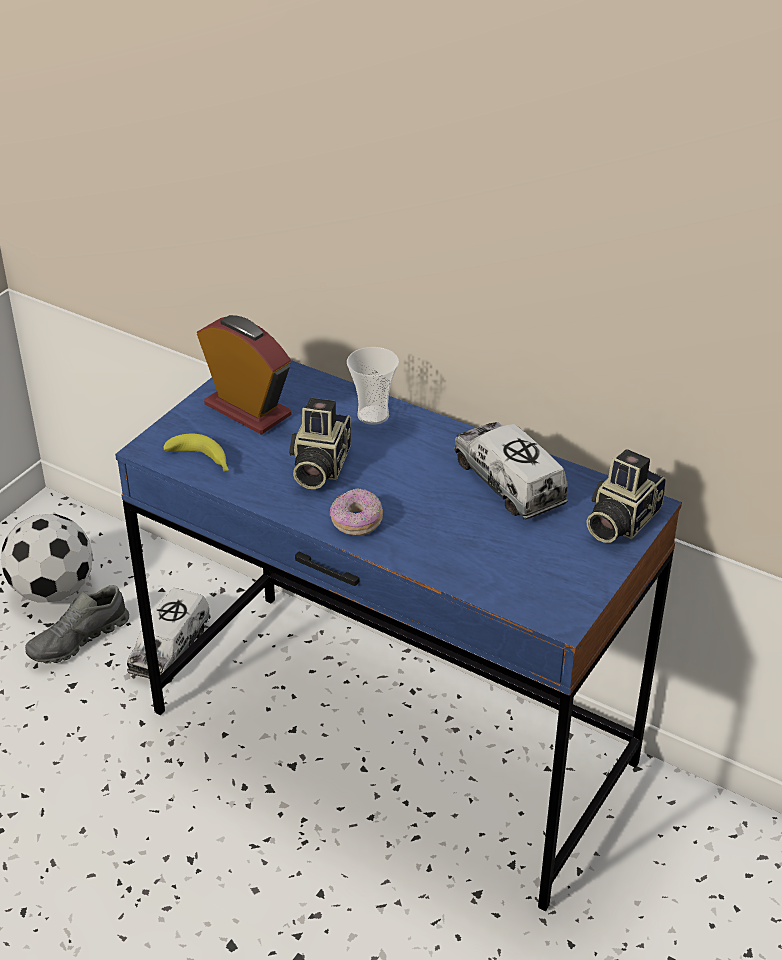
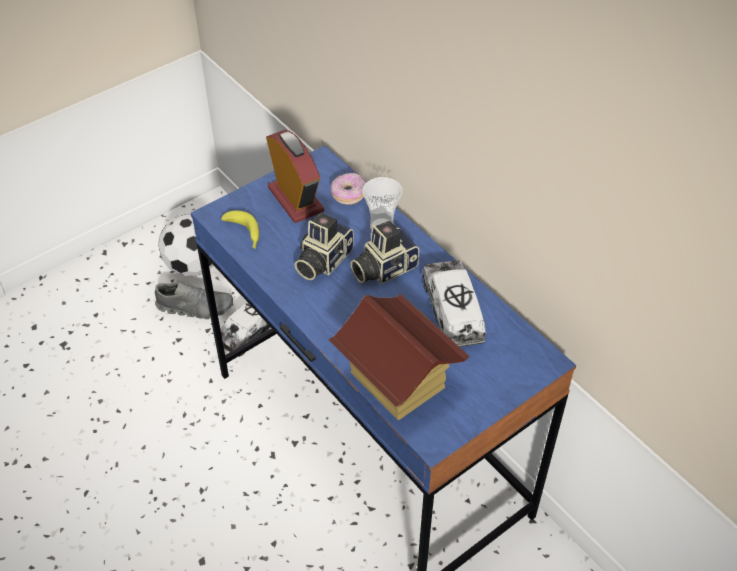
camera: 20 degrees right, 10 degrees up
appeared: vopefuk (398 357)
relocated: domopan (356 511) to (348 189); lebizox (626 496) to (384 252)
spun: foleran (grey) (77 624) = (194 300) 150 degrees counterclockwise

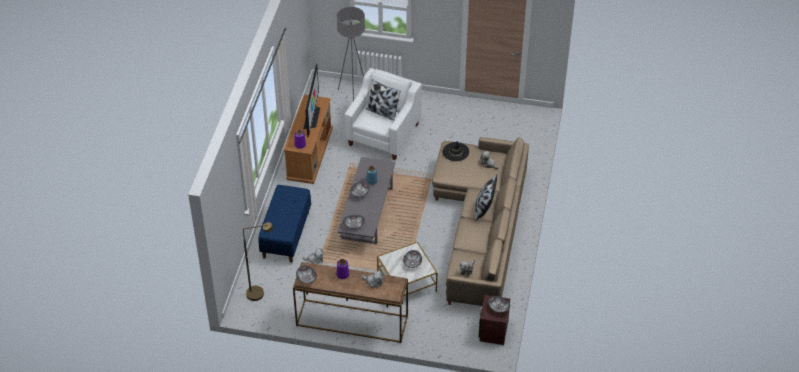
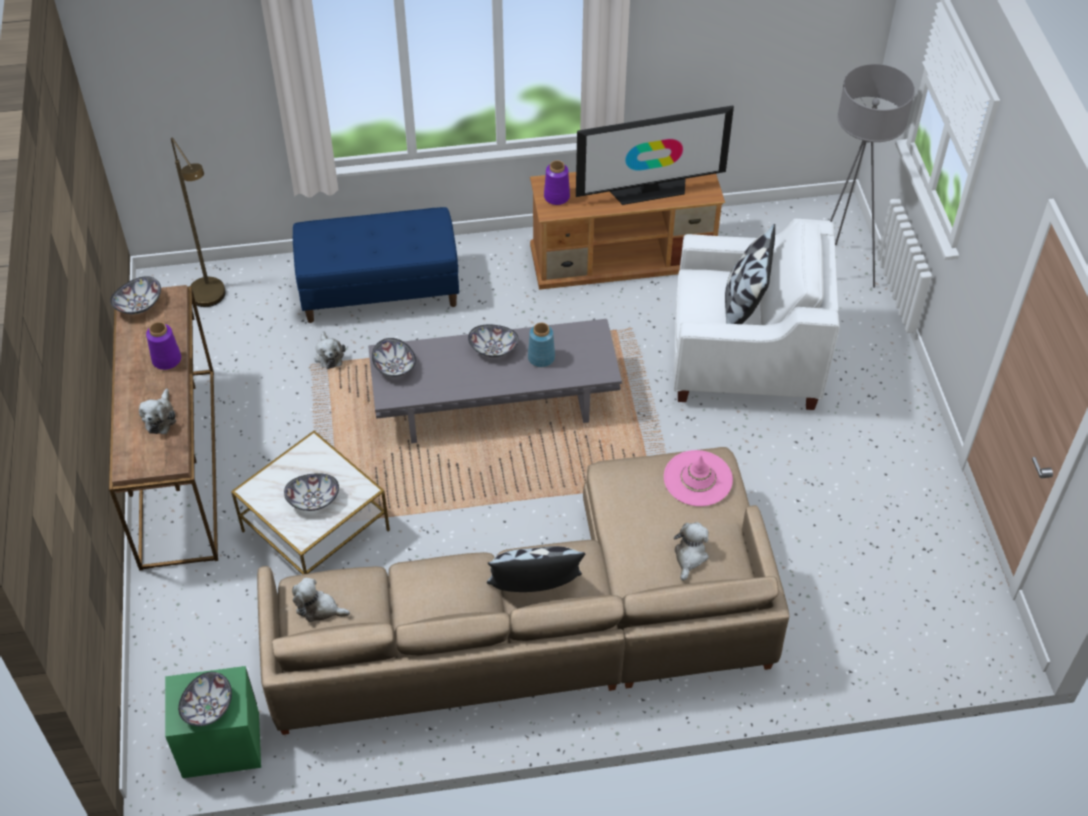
camera: 70 degrees right, 5 degrees up
colour: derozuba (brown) (494 320) to derozuba (green) (213 722); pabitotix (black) (456 151) to pabitotix (pink) (698 478)

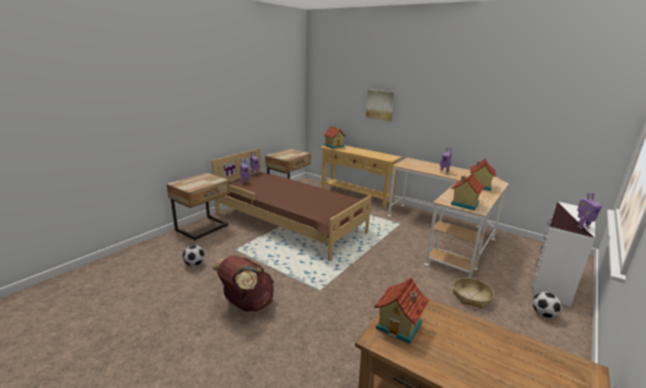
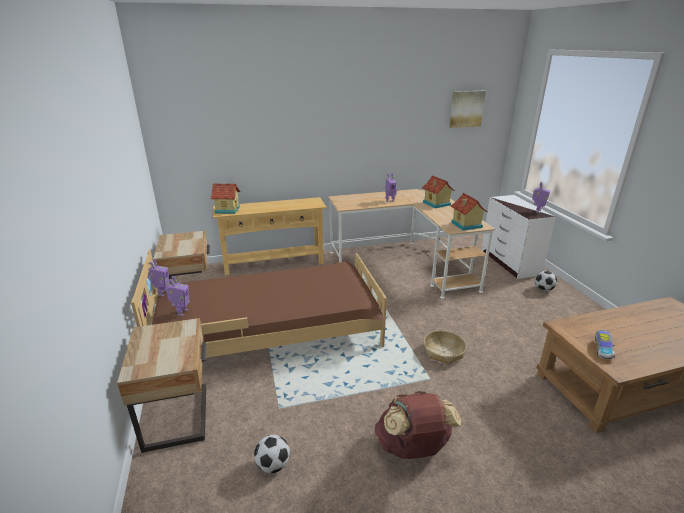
camera: 50 degrees left, 5 degrees up
relocated: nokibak (473 293) to (445 347); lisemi (380 105) to (467 109)
exchanged: vopefuk (401 310) to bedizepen (605 344)

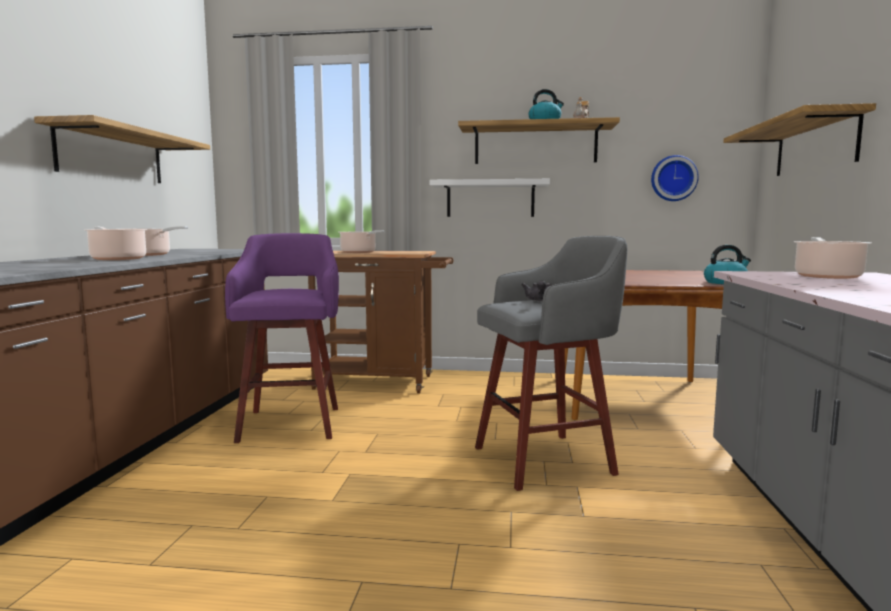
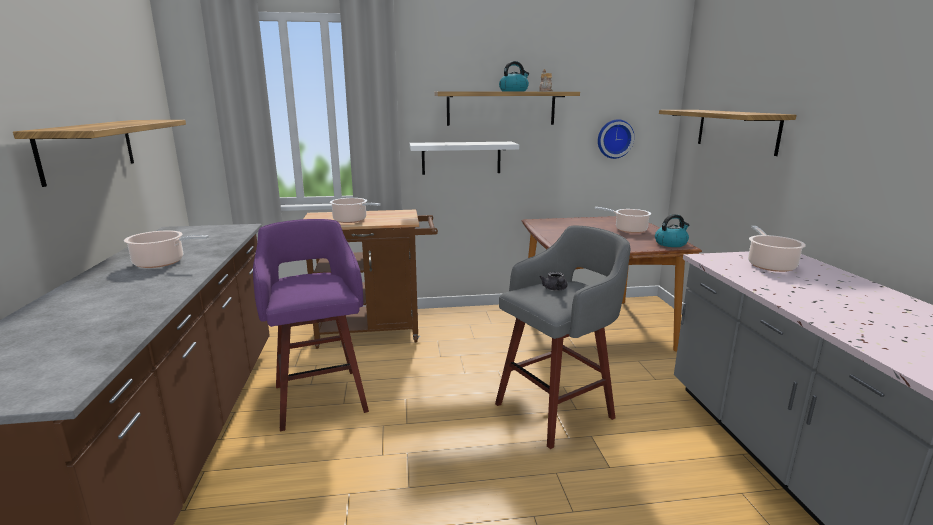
camera: 15 degrees left, 10 degrees up
relocated: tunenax (116 243) to (623 220)

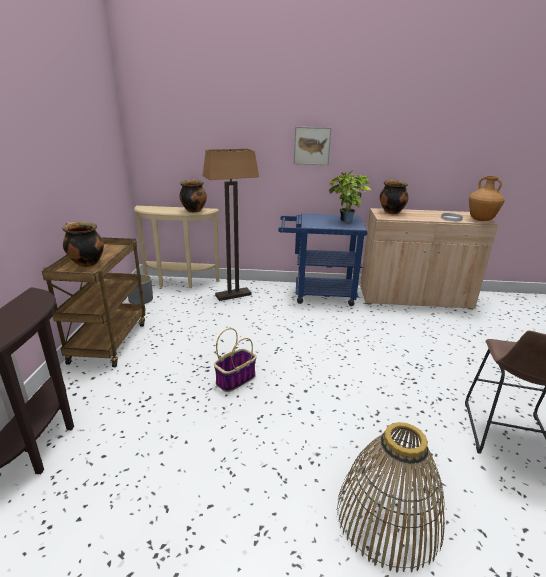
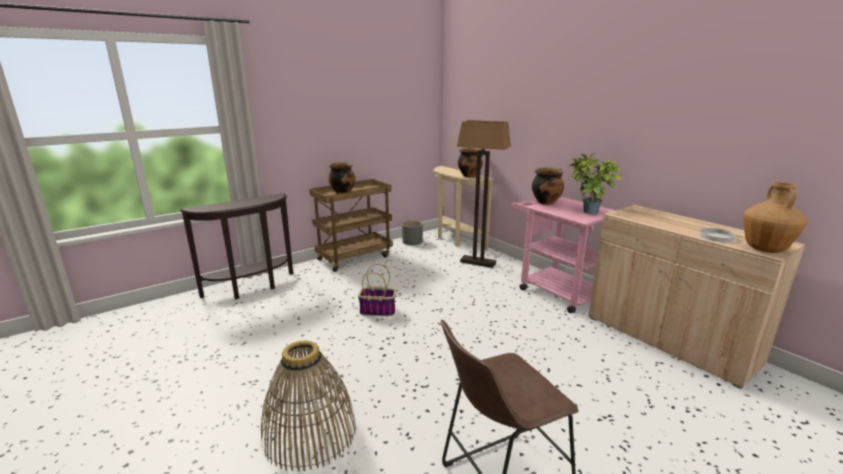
camera: 50 degrees right, 5 degrees down
missing: lisemi (313 146)
relocated: tunenax (394 197) to (548 186)
colour: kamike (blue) (322 260) to kamike (pink) (563 255)

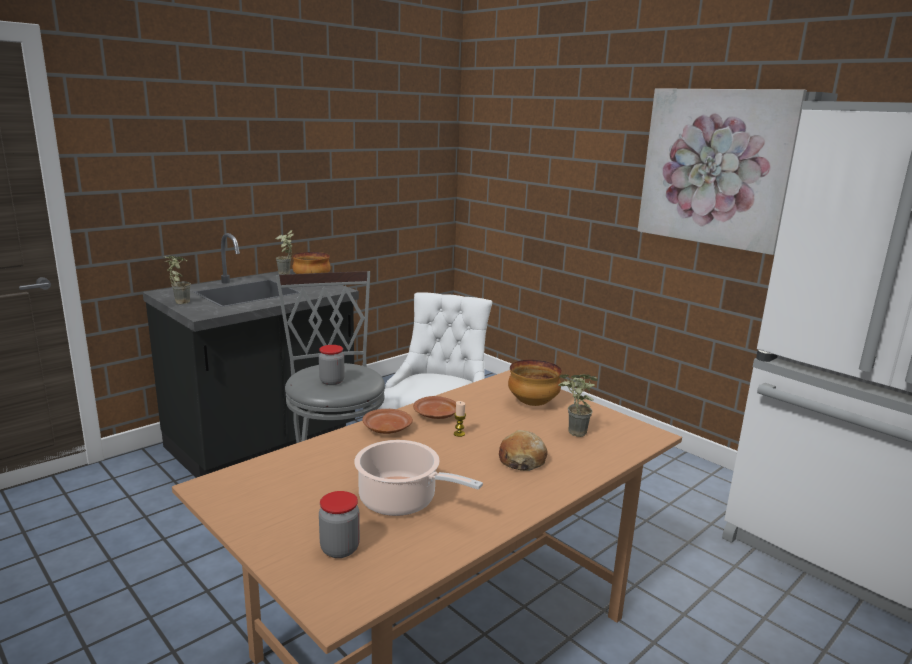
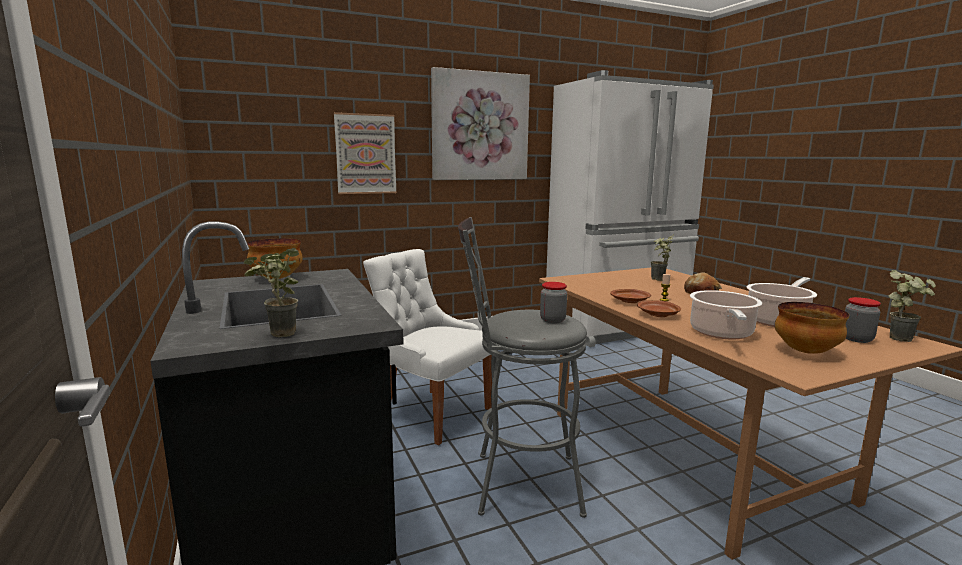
camera: 70 degrees left, 5 degrees down
appeared: lisemi (365 153); tunenax (726 315)
relocated: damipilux (535 383) to (812 328); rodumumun (285 252) to (912 306)

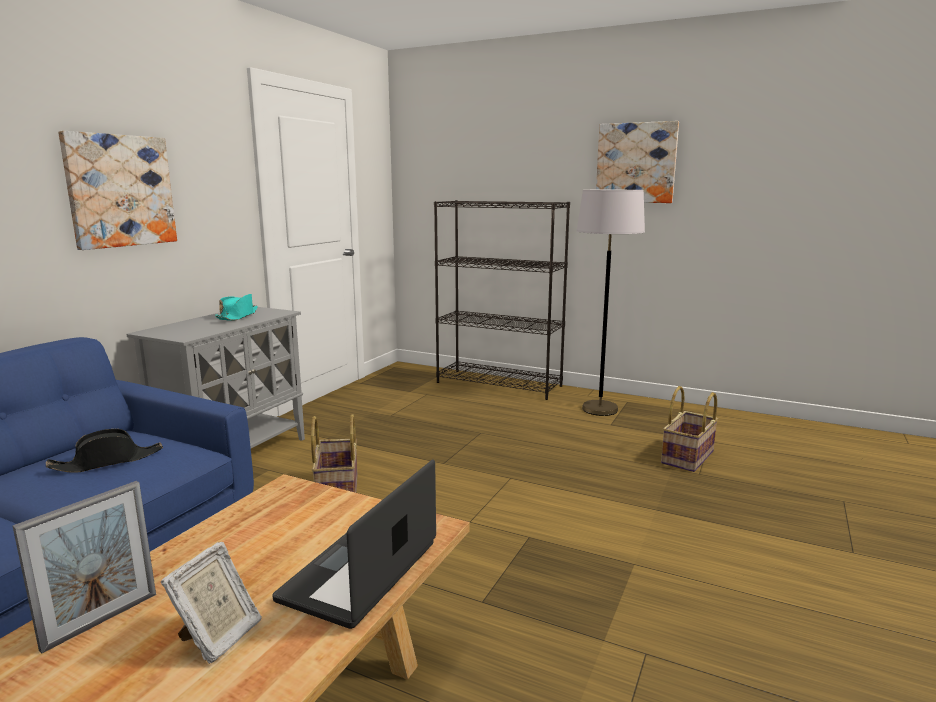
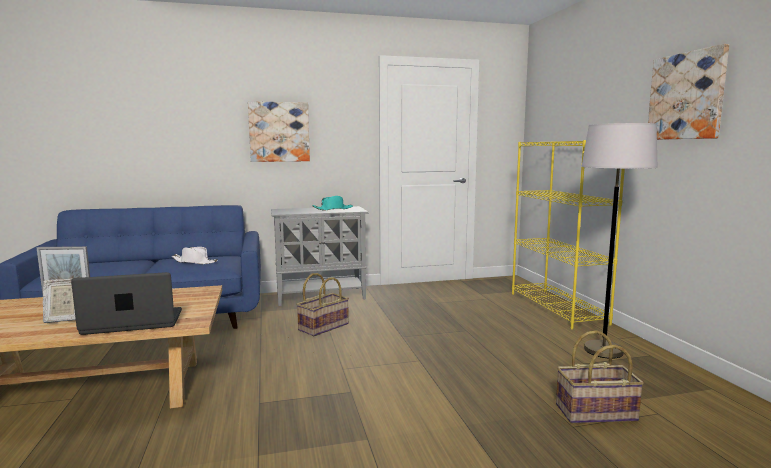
camera: 50 degrees right, 5 degrees down
colour: pabitotix (black) (104 451) to pabitotix (white) (195 255); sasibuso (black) (502 300) to sasibuso (yellow) (568 234)

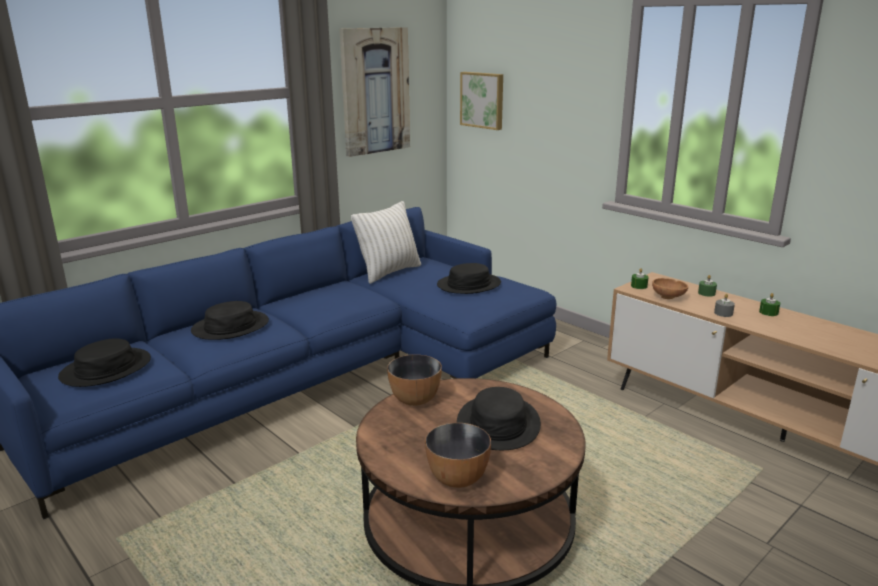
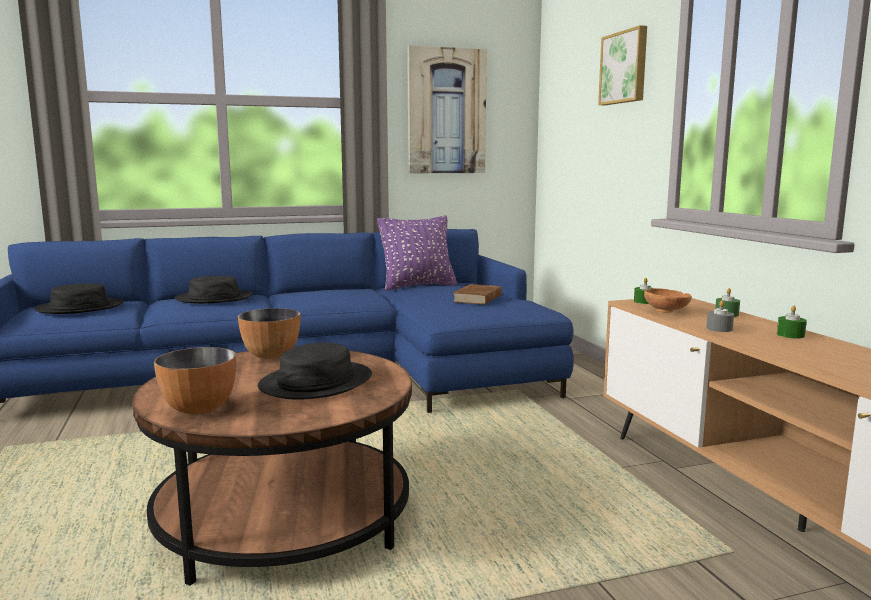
camera: 25 degrees right, 10 degrees down
relocated: lisemi (481 101) to (622 65)
exchanged: pabitotix (black) (469 278) to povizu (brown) (477 294)
colour: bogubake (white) (386 242) to bogubake (purple) (417 253)

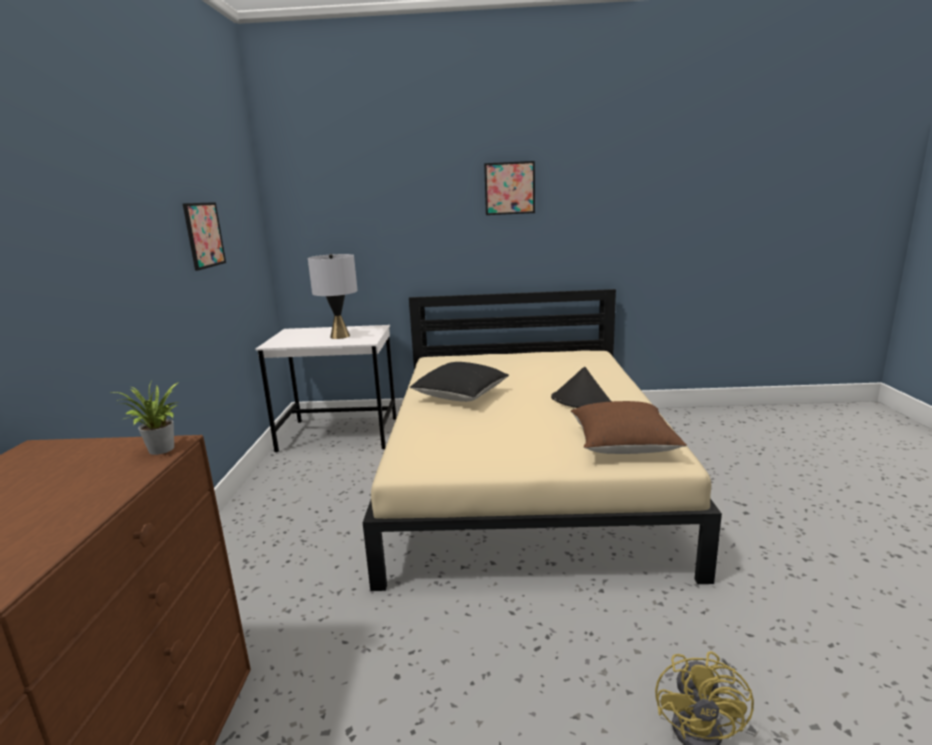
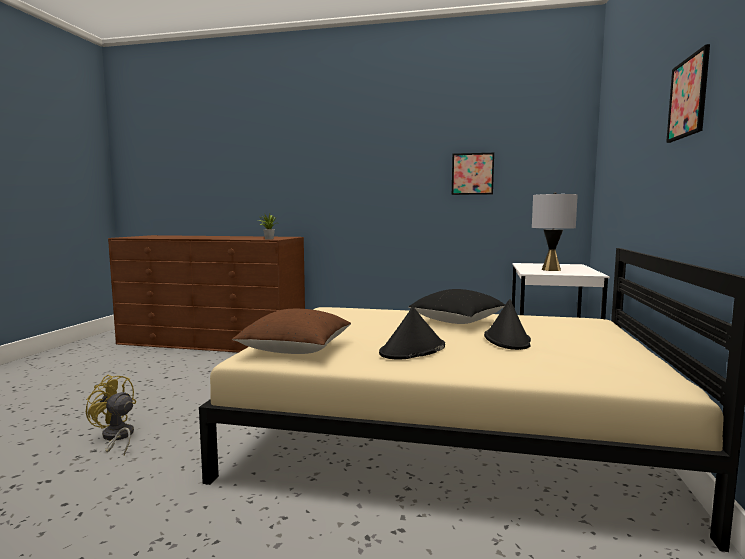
camera: 100 degrees right, 10 degrees down
appeared: pabitotix (black) (507 324)

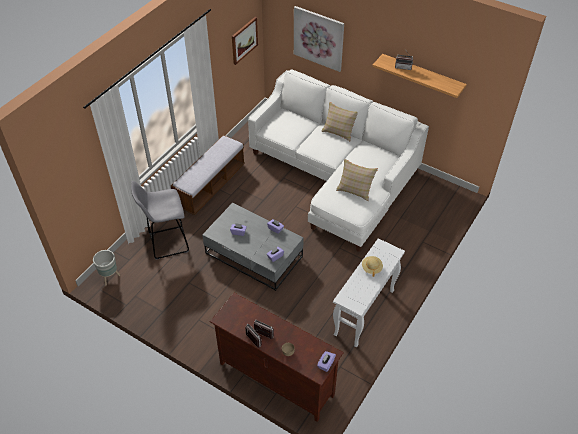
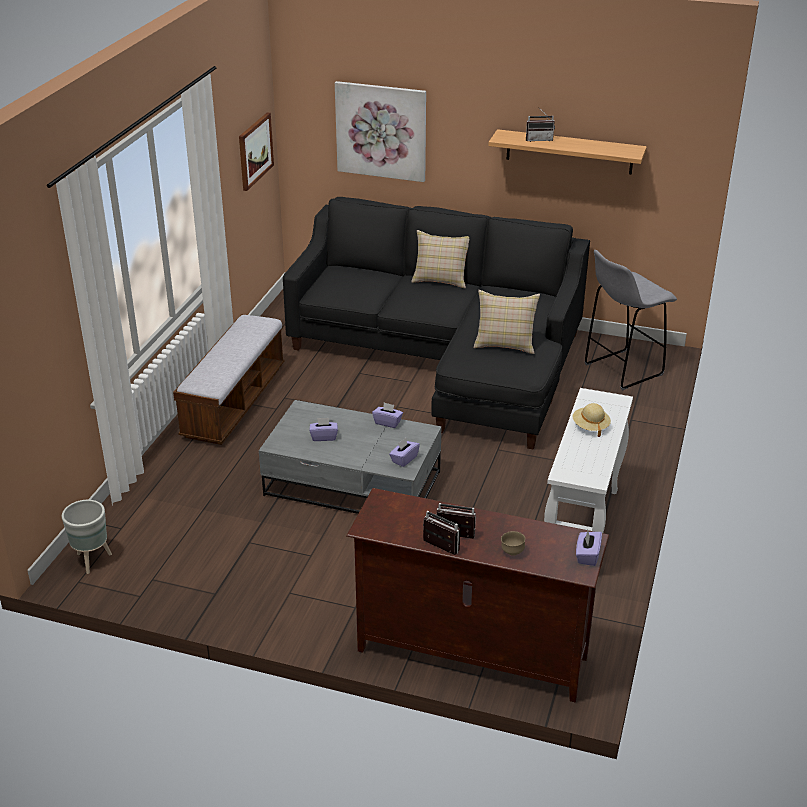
camera: 15 degrees left, 15 degrees down
relocated: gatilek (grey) (160 220) to (631 320)
colour: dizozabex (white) (338 161) to dizozabex (black) (436 323)

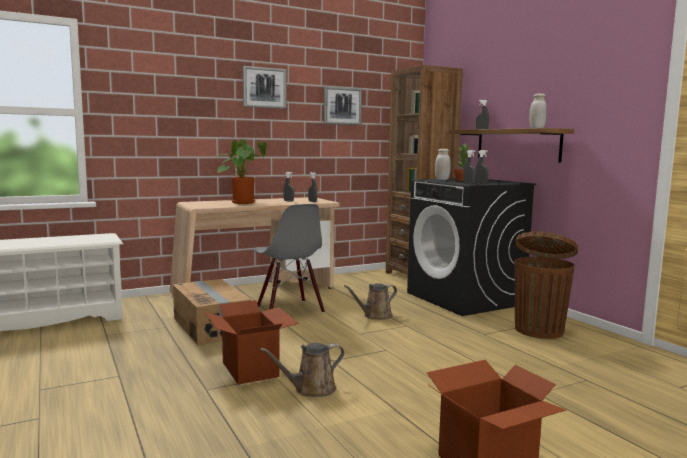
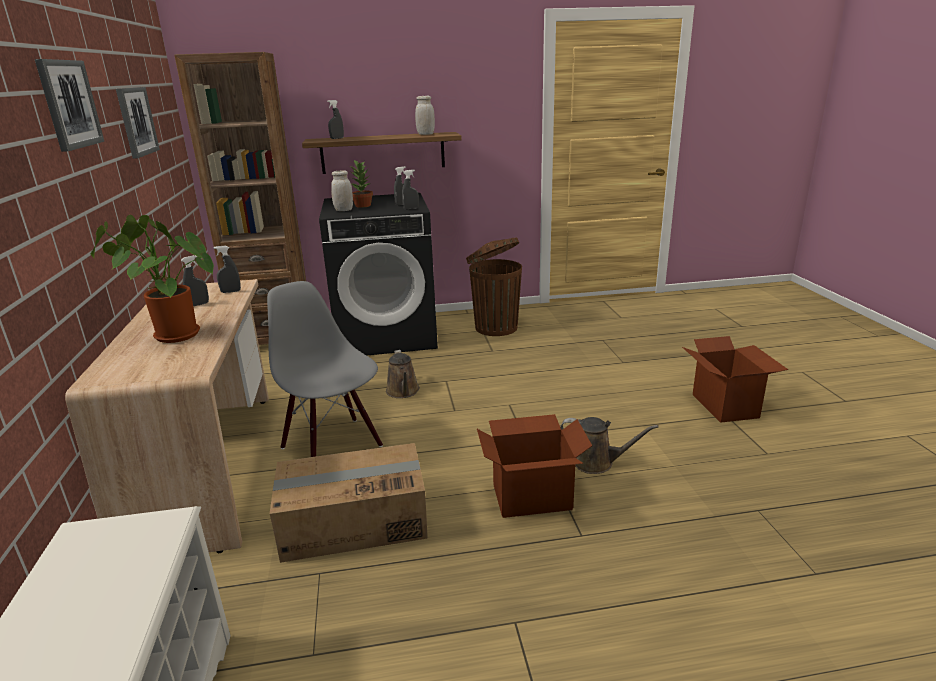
camera: 70 degrees left, 15 degrees up
spun: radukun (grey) (289 258) = (325 369) 120 degrees counterclockwise; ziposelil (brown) (302 370) = (609 445) 60 degrees counterclockwise

